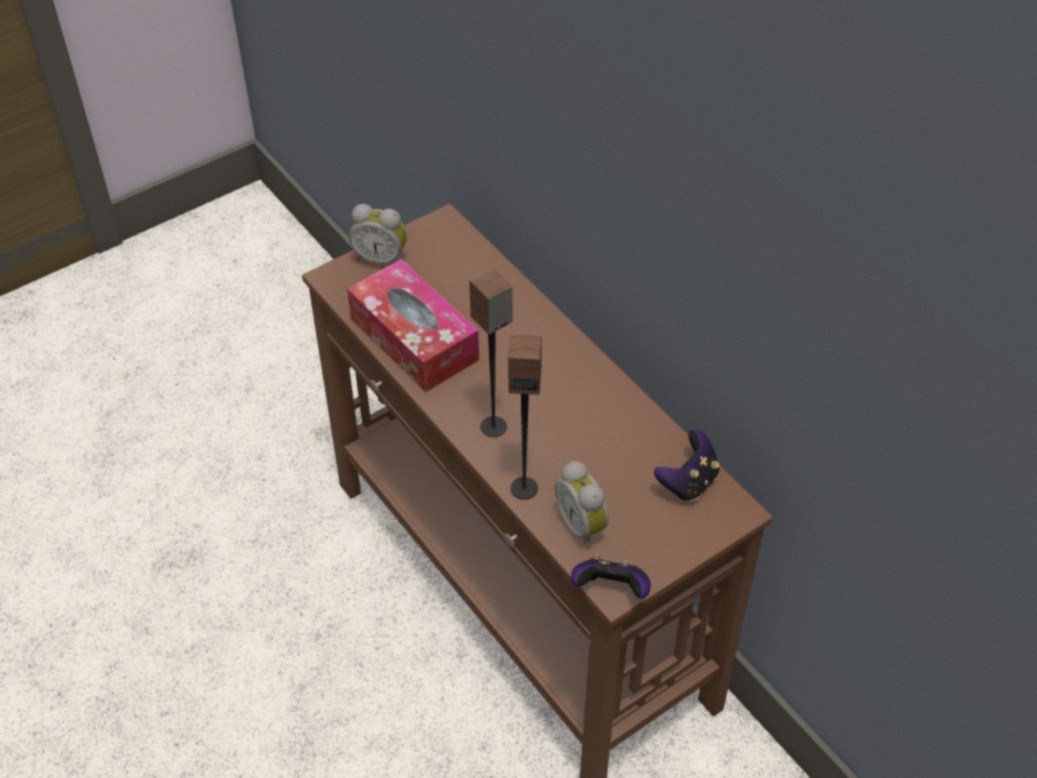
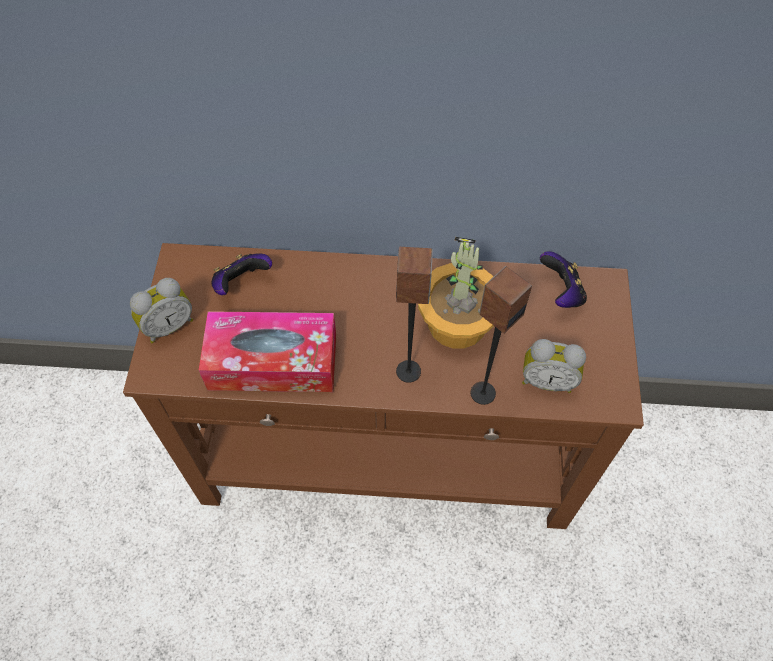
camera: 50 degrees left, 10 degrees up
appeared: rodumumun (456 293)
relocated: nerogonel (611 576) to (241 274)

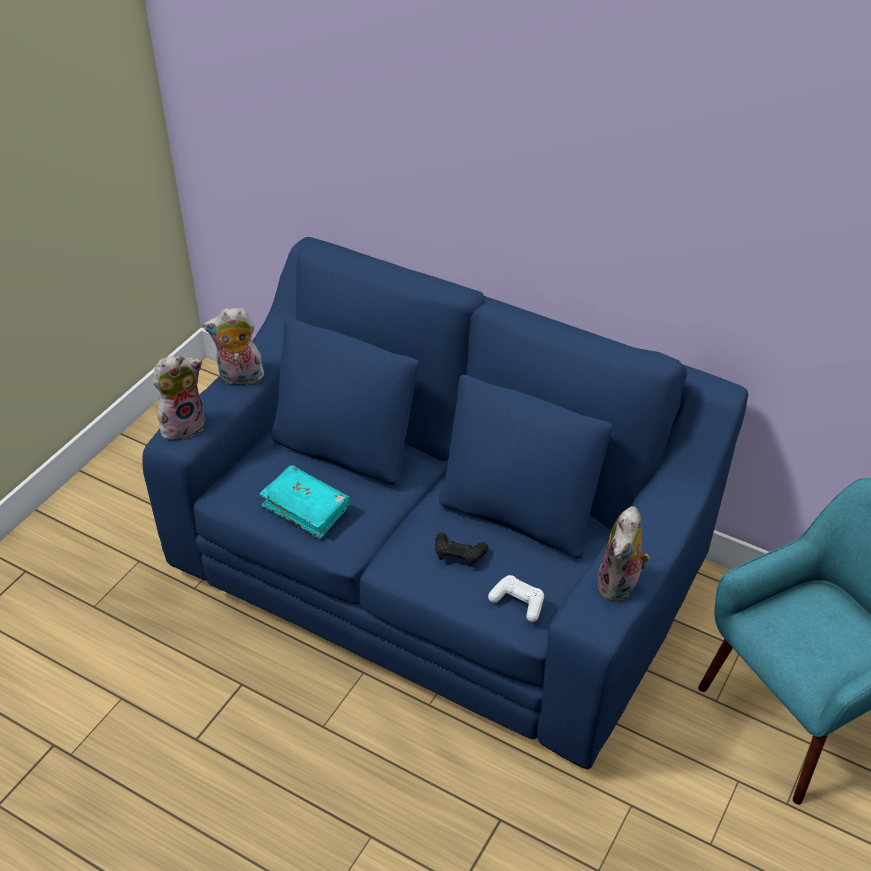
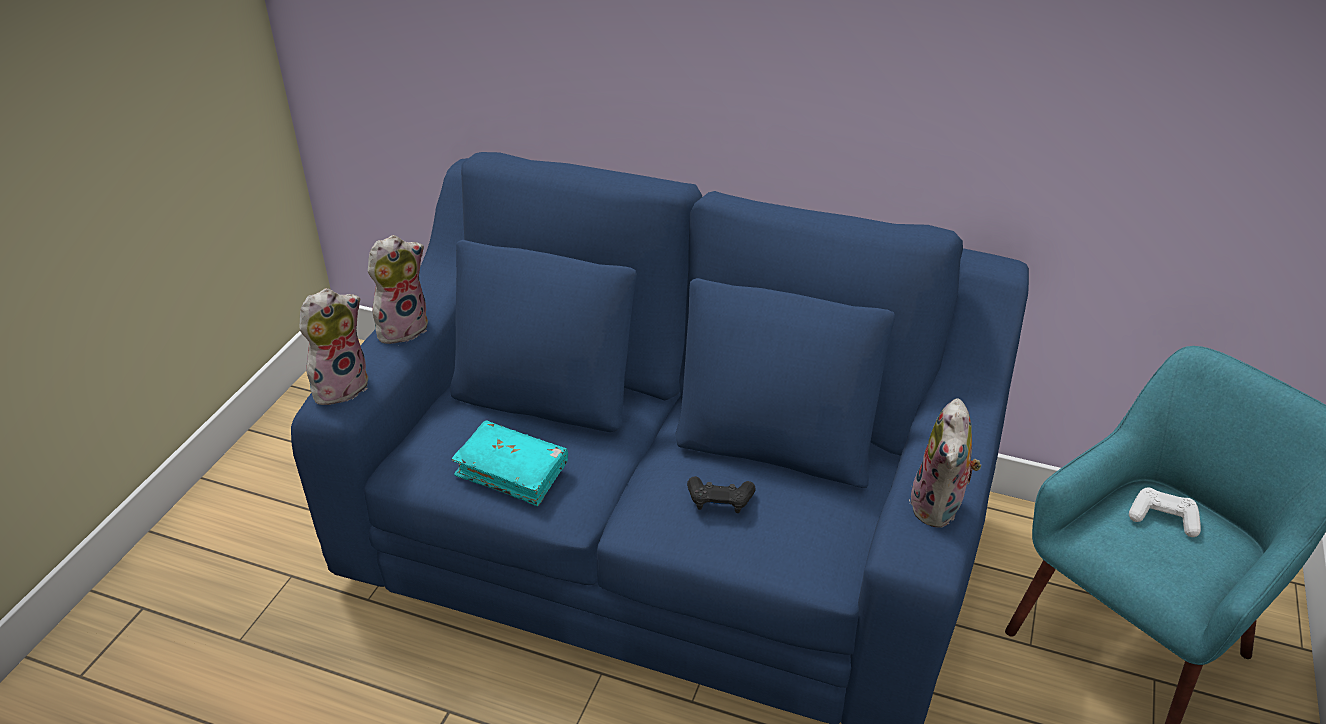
camera: 10 degrees left, 5 degrees down
relocated: nerogonel (white) (516 598) to (1165 512)
spun: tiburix (234 347) = (398 289) 150 degrees clockwise

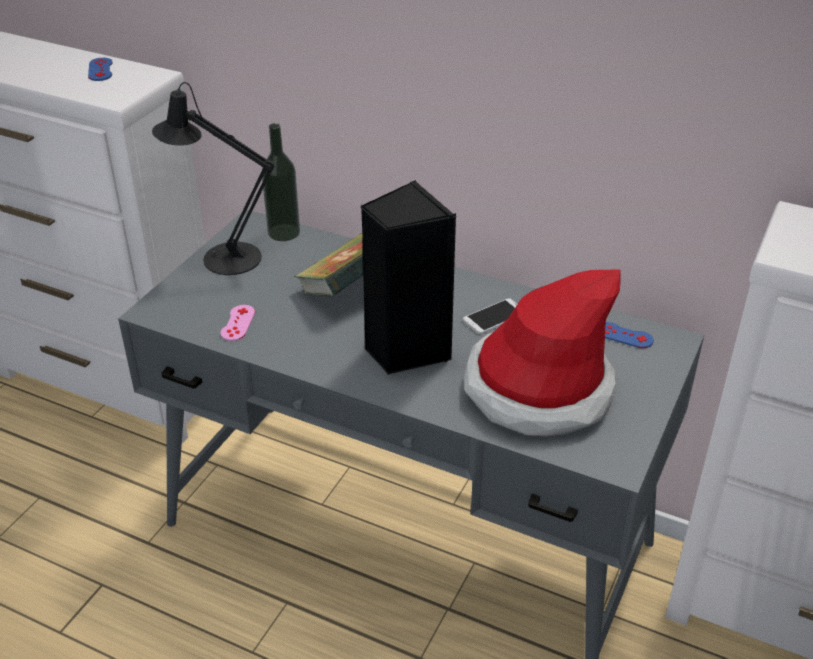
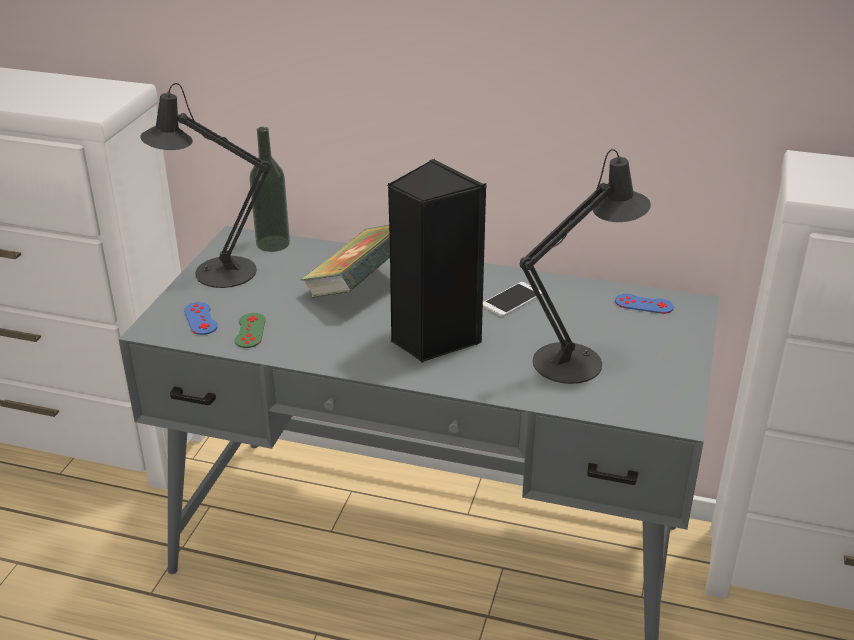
camera: 10 degrees left, 5 degrees down
relocated: nerogonel (blue) (100 69) to (201 318)
exchanged: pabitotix (542 353) to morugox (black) (585 266)
colour: nerogonel (pink) (238 323) to nerogonel (green) (250 330)

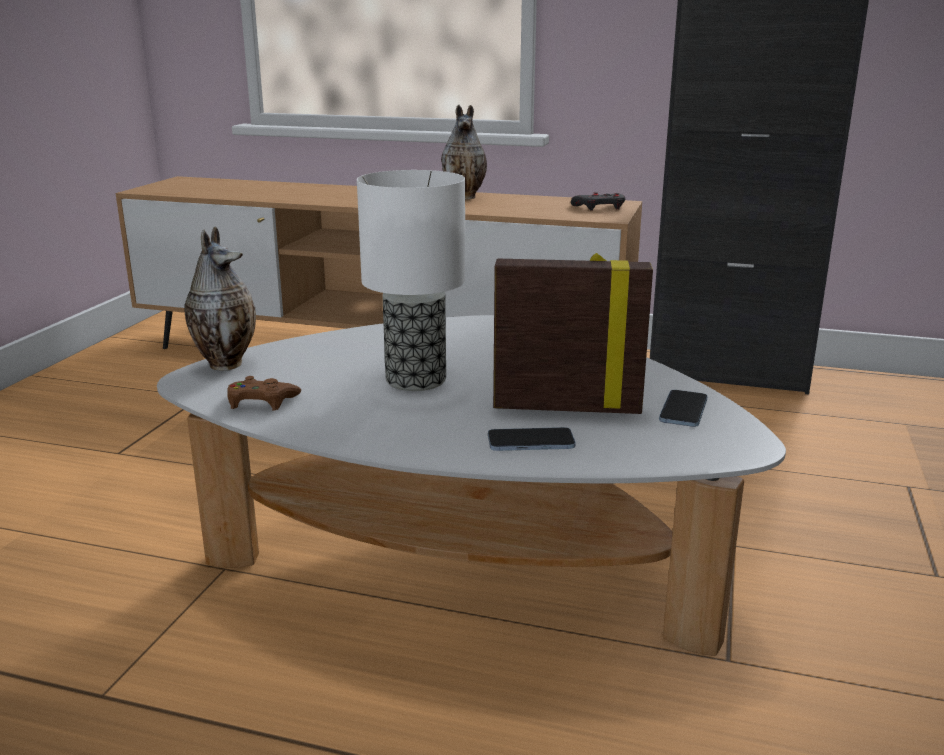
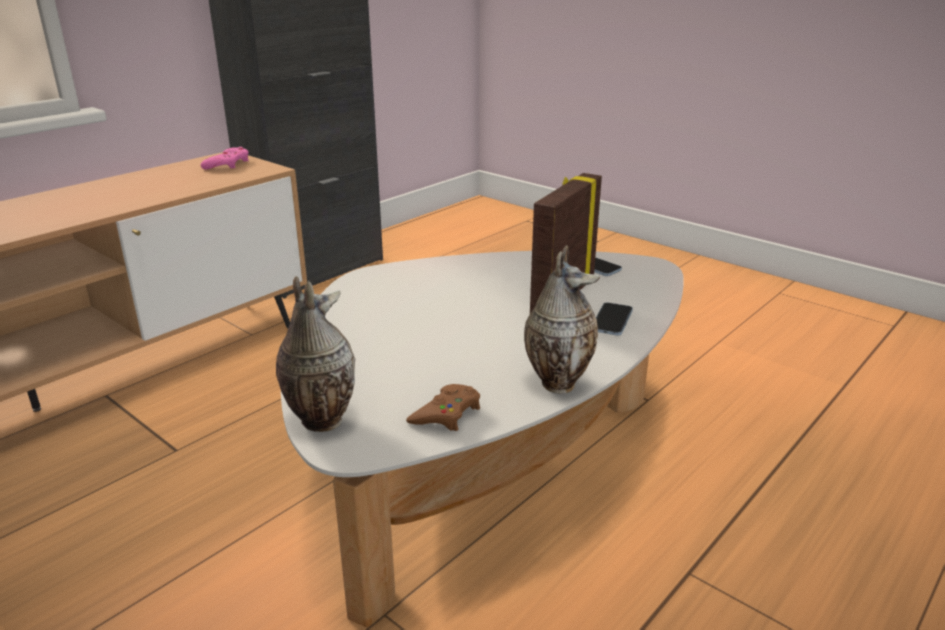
camera: 65 degrees left, 5 degrees up
missing: morugox (411 280)
relocated: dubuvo (464 152) to (562 319)
colour: nerogonel (grey) (598 201) to nerogonel (pink) (225 158)

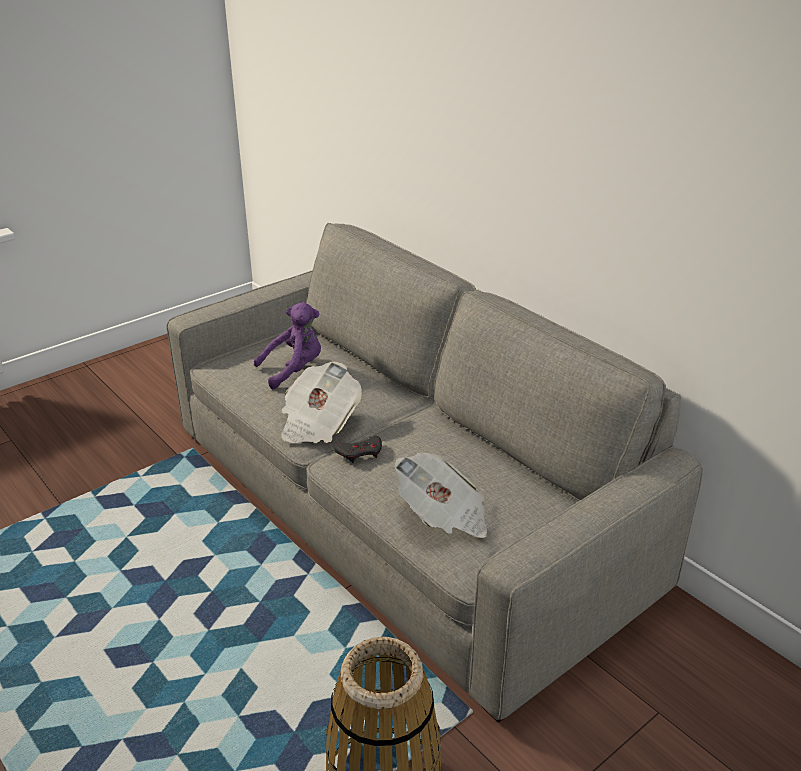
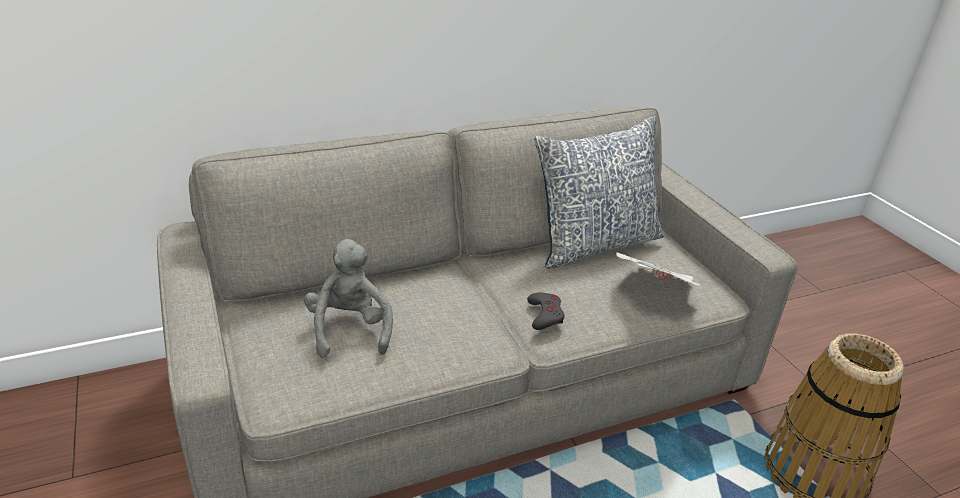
camera: 75 degrees left, 0 degrees up
missing: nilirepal (321 402)
appeared: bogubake (599 192)
colour: tiburix (purple) (287 345) to tiburix (grey) (348 298)

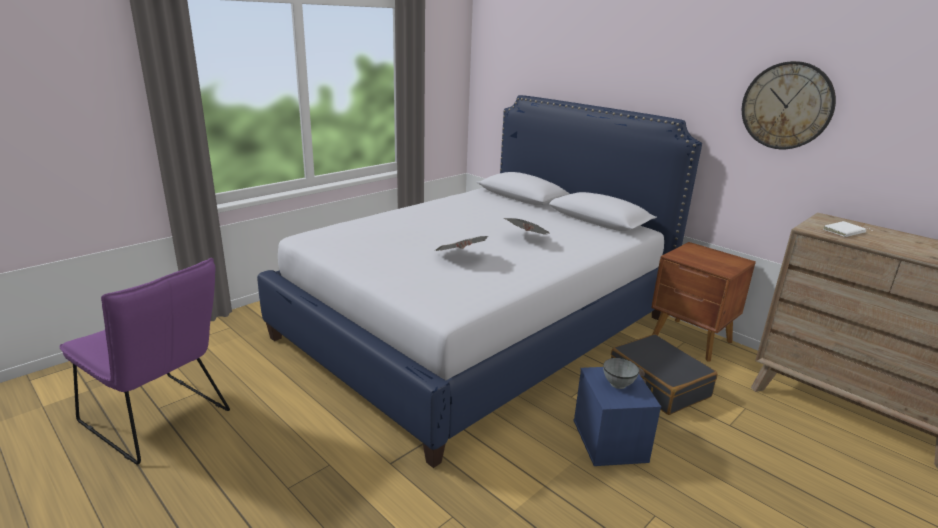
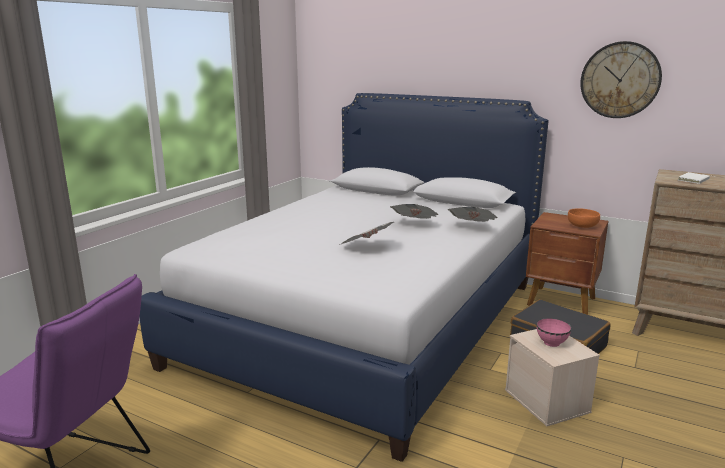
camera: 15 degrees left, 5 degrees down
appeared: nilirepal (472 214); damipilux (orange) (584 218)
colour: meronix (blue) (617 416) to meronix (beige) (552 377); damipilux (grey) (621 373) to damipilux (pink) (553 332)

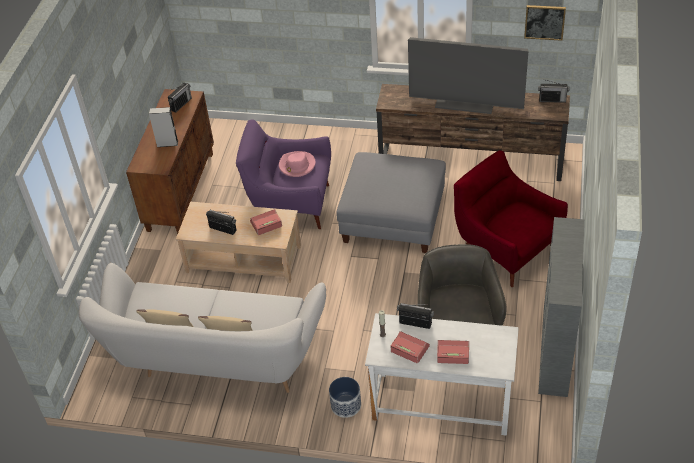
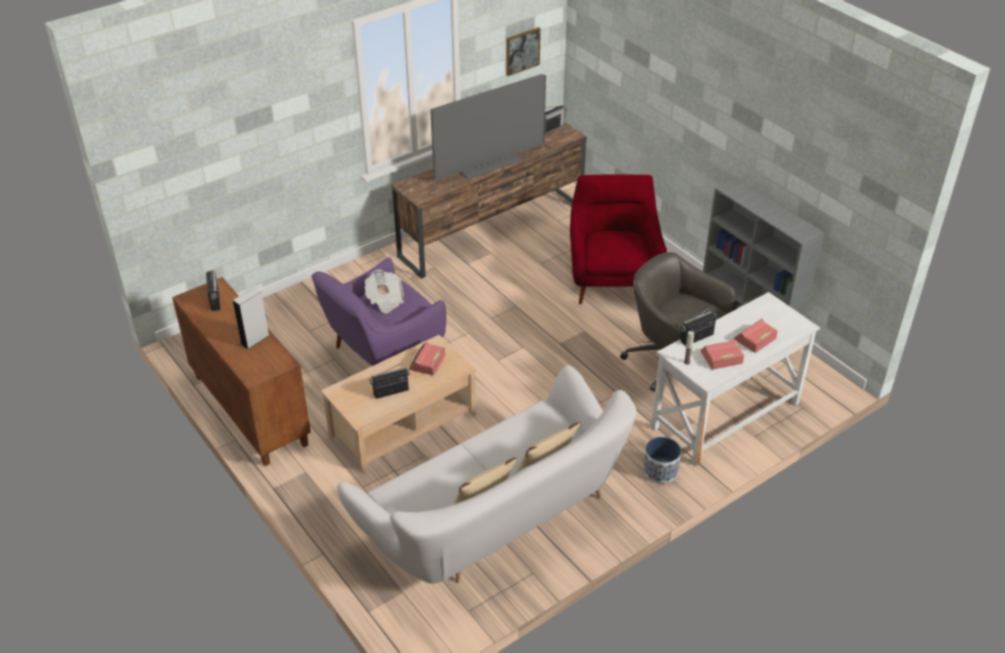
camera: 50 degrees left, 5 degrees down
missing: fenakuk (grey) (391 202)
exchanged: pabitotix (pink) (297 164) to nilirepal (384 291)
spun: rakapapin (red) (511 218) = (618 239) 90 degrees clockwise

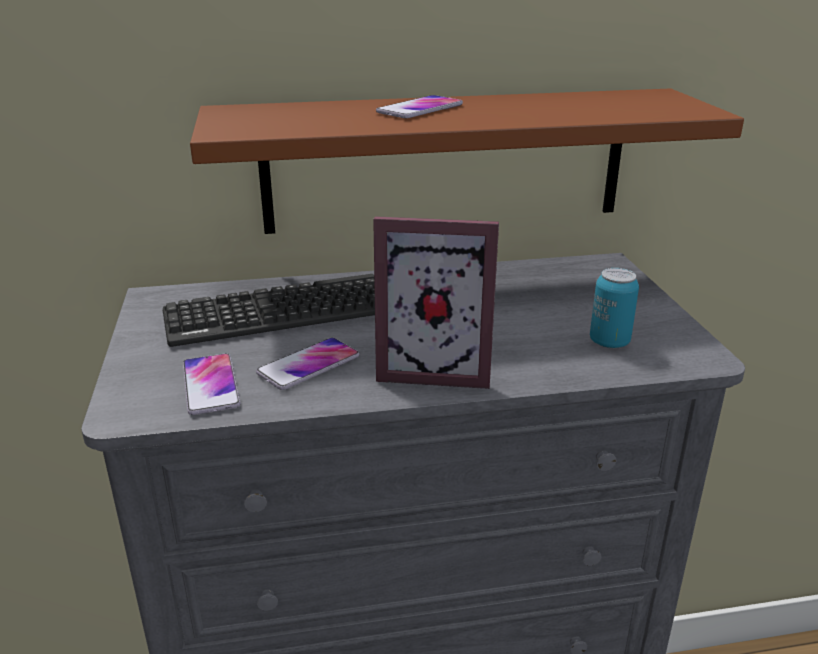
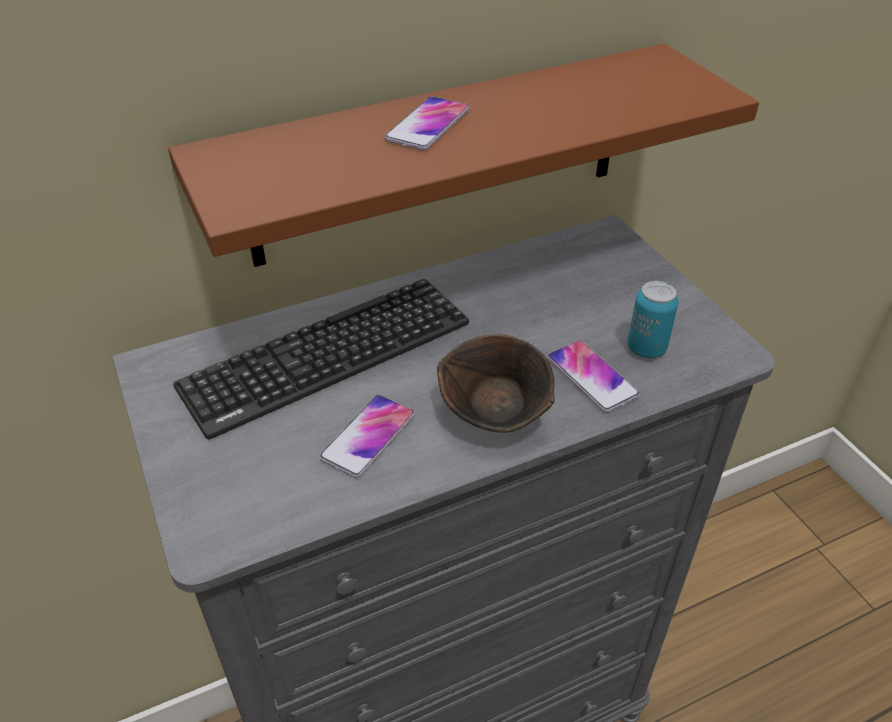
camera: 15 degrees left, 15 degrees up
relocated: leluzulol (211 384) to (593 376)
exchanged: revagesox (436 302) to damipilux (brown) (496 383)

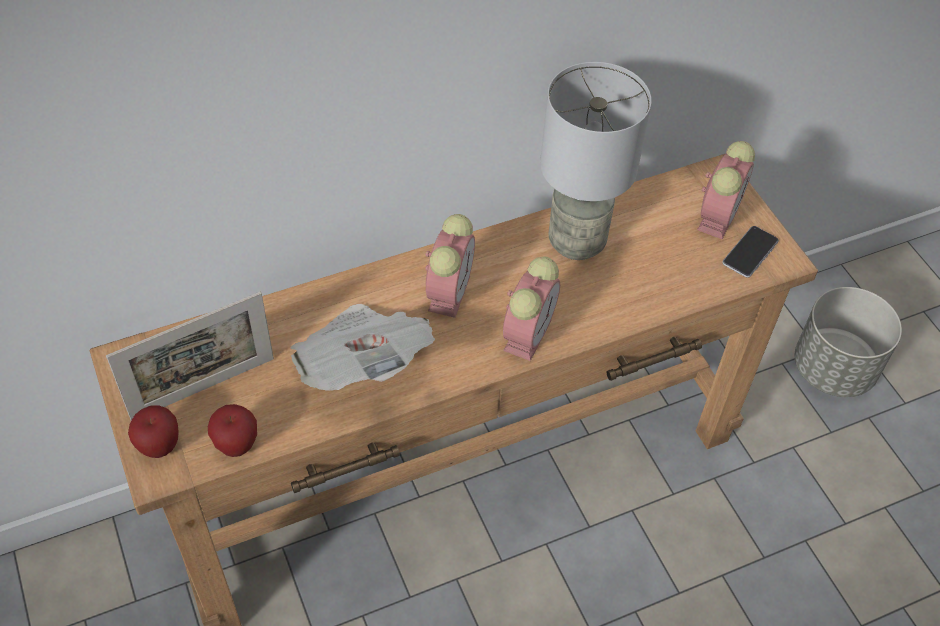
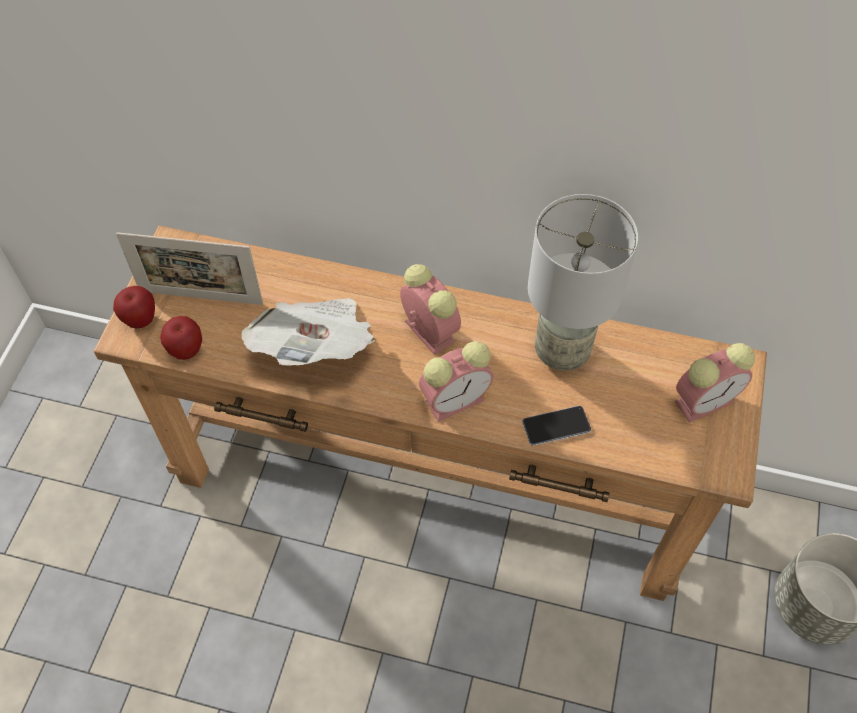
camera: 40 degrees right, 5 degrees up
relocated: leluzulol (750 252) to (556 426)
spun: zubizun (450 266) = (430 309) 90 degrees counterclockwise

